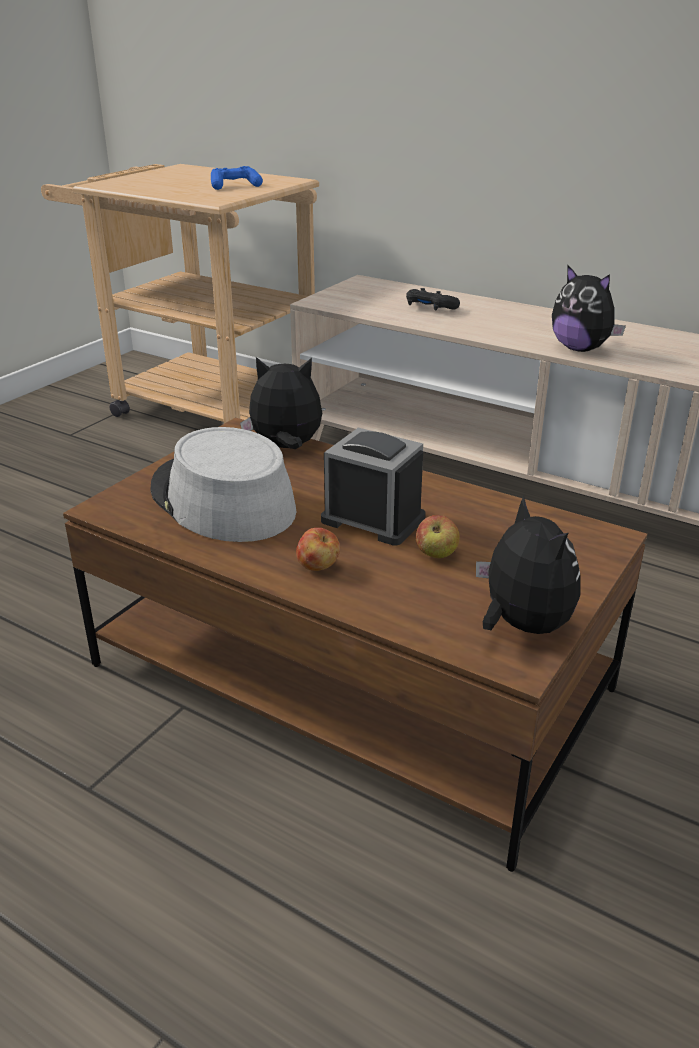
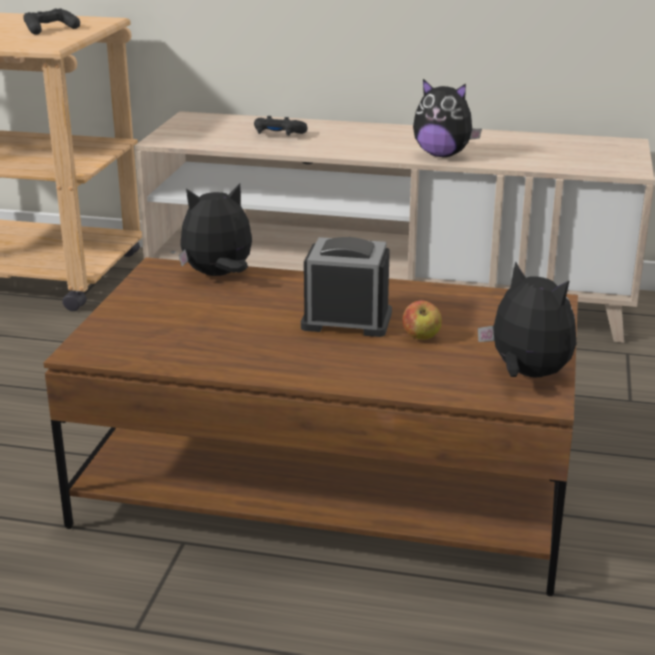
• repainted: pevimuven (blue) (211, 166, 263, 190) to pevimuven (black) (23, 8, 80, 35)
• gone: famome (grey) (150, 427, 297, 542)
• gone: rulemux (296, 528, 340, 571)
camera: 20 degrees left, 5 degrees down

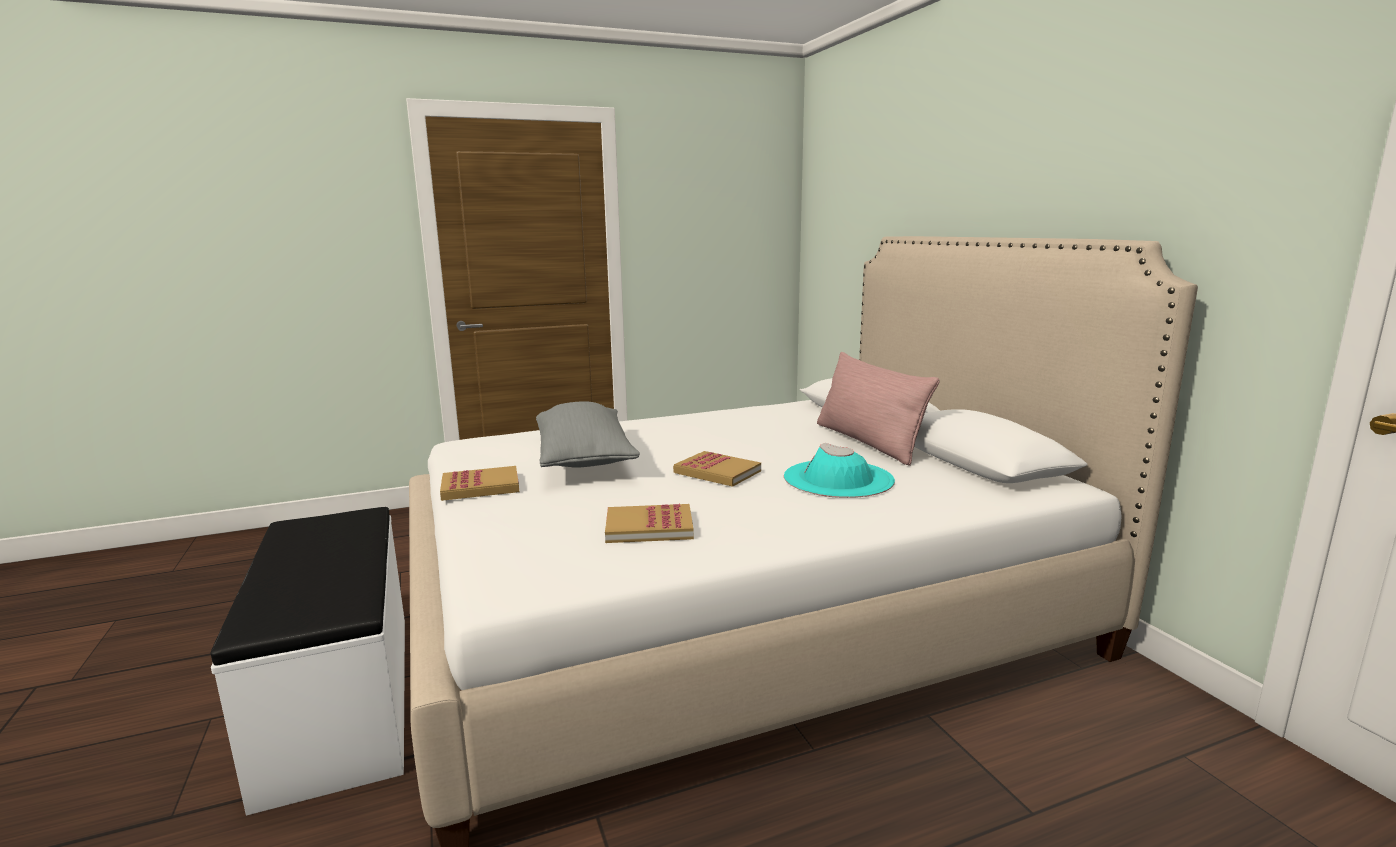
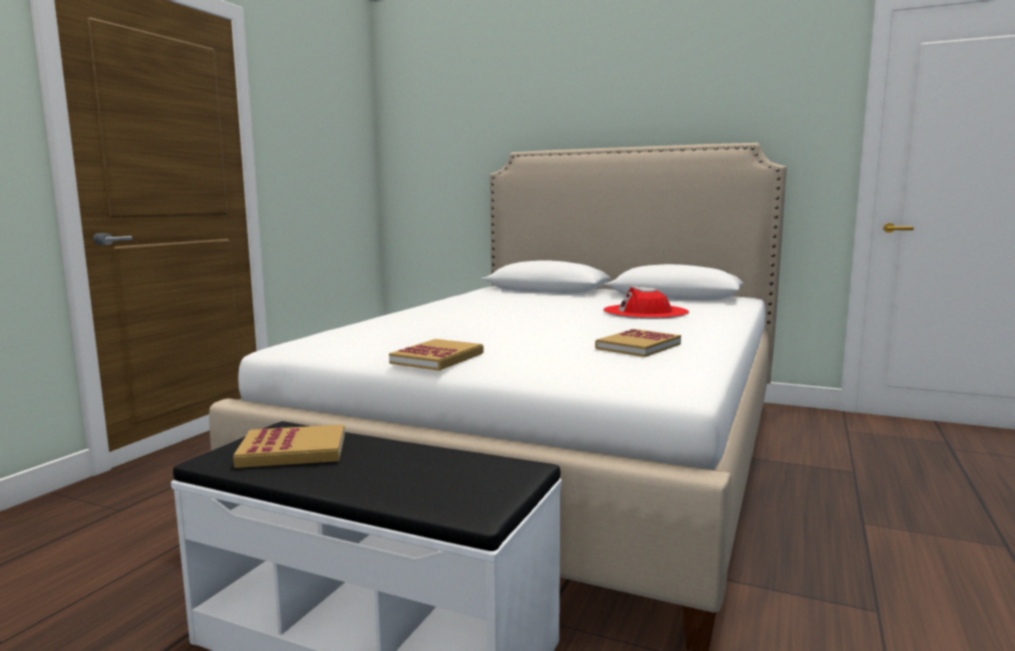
• gone: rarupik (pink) (817, 352, 940, 466)
• gone: rarupik (grey) (536, 401, 640, 468)
• repainted: famome (turquoise) (784, 443, 895, 498) to famome (red) (603, 286, 689, 319)
• shifted: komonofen (673, 451, 761, 487) to (233, 424, 345, 468)
camera: 45 degrees left, 5 degrees down

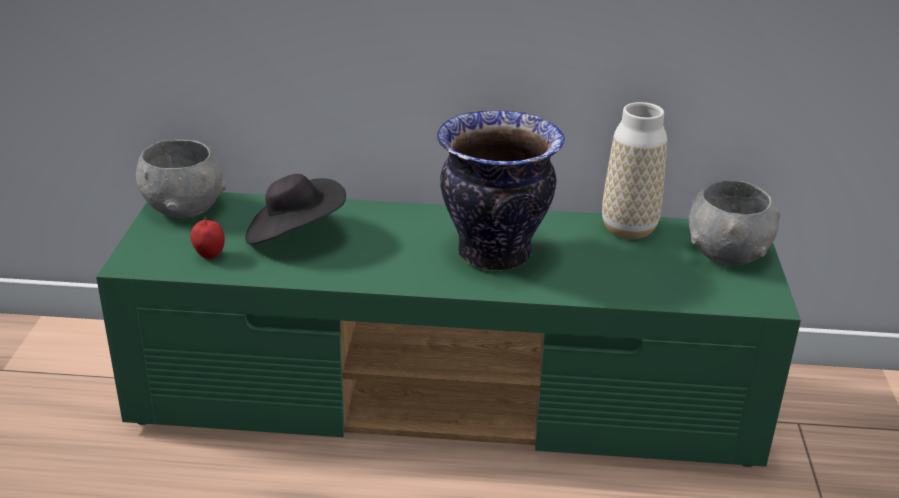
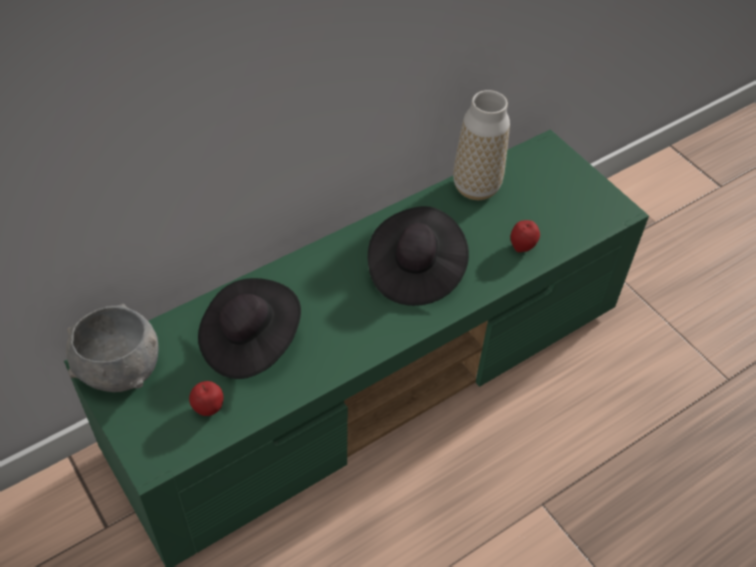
• swapped: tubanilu (437, 111, 565, 271) to famome (black) (368, 206, 469, 306)
• gone: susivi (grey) (689, 180, 780, 265)
• new: rulemux (510, 220, 540, 252)
camera: 40 degrees left, 20 degrees up

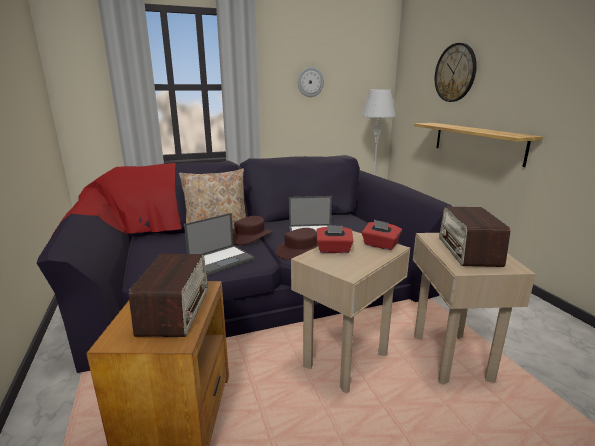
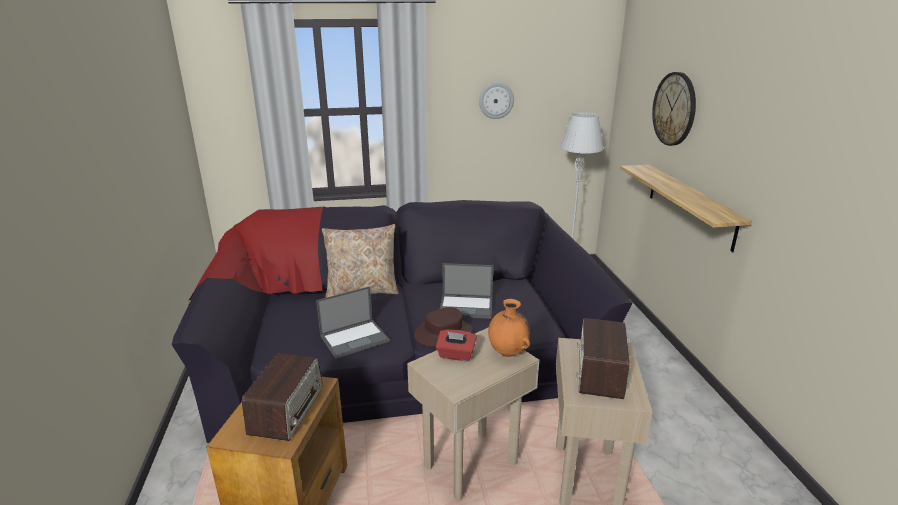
• gone: famome (brown) (233, 216, 272, 245)
• swapped: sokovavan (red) (362, 220, 402, 250) to tubanilu (orange) (488, 299, 530, 357)
camera: 10 degrees right, 5 degrees up

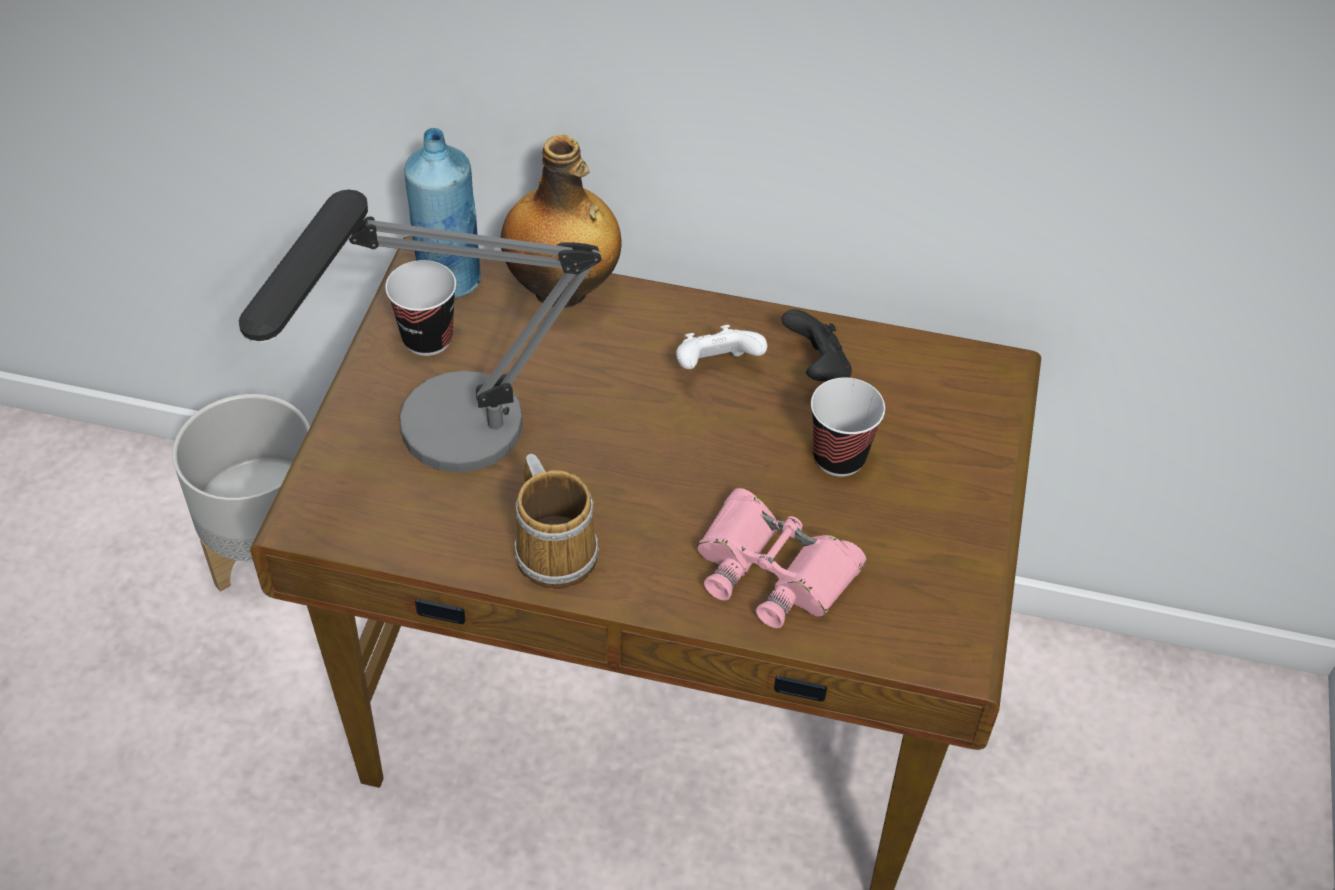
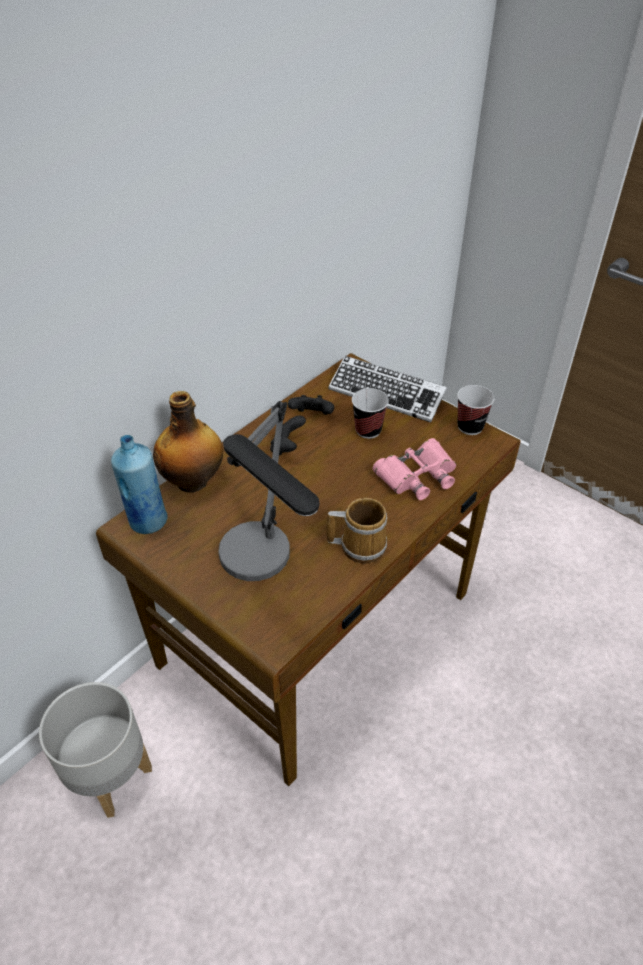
• shifted: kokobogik (385, 260, 456, 356) to (457, 385, 495, 435)
• repainted: pevimuven (white) (676, 325, 767, 369) to pevimuven (black) (270, 416, 306, 455)
• new: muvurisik (329, 356, 447, 423)
camera: 60 degrees left, 5 degrees down

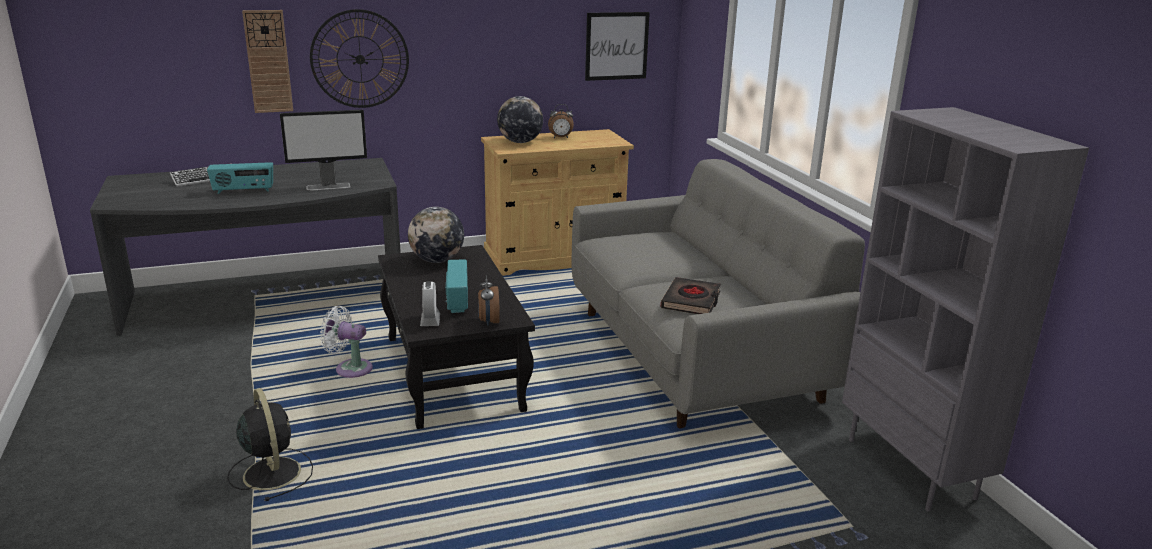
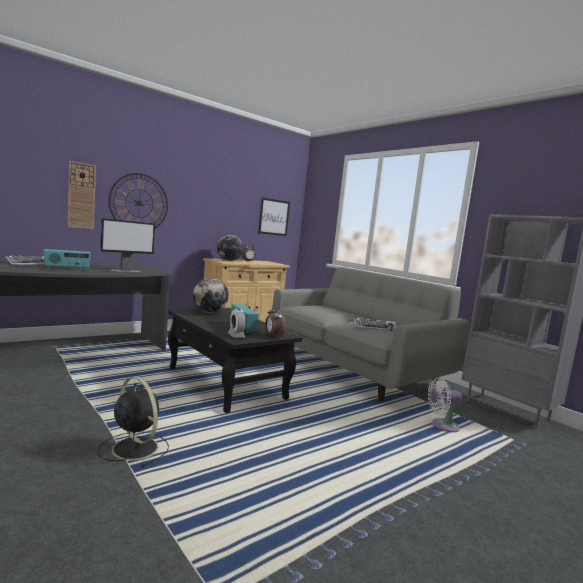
• swapped: komonofen (black) (661, 277, 721, 314) to muvurisik (354, 318, 396, 331)
• shifted: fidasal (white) (320, 306, 373, 378) to (428, 378, 462, 432)
camera: 20 degrees left, 15 degrees down

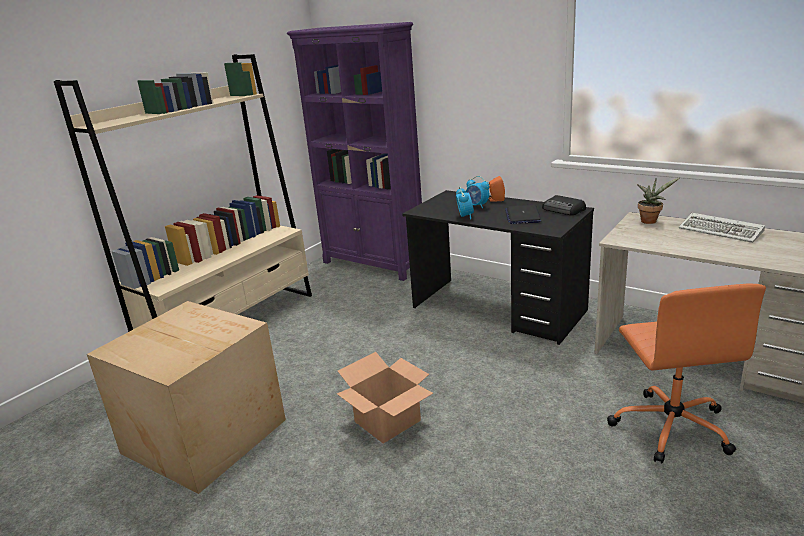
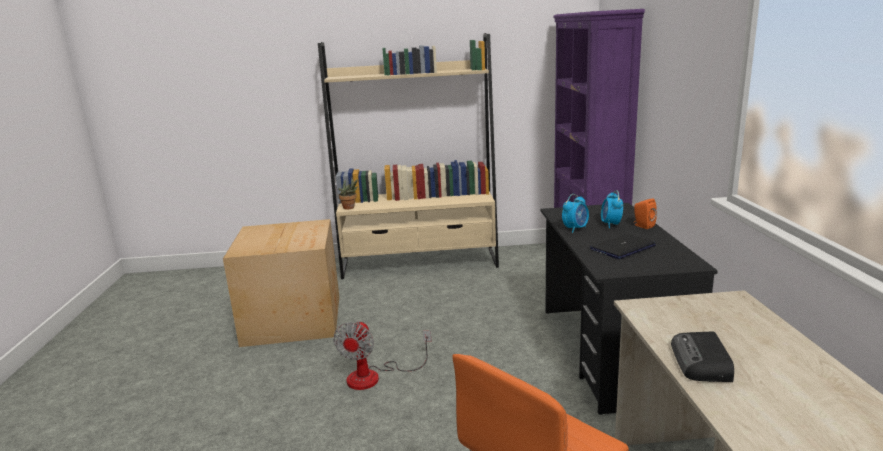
• shifted: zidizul (637, 178, 679, 224) to (338, 177, 358, 210)
• shifted: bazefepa (542, 195, 586, 215) to (671, 331, 734, 382)
• gone: muvurisik (679, 213, 765, 243)
• swapped: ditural (337, 352, 433, 444) to fidasal (333, 320, 431, 390)
camera: 50 degrees right, 5 degrees down

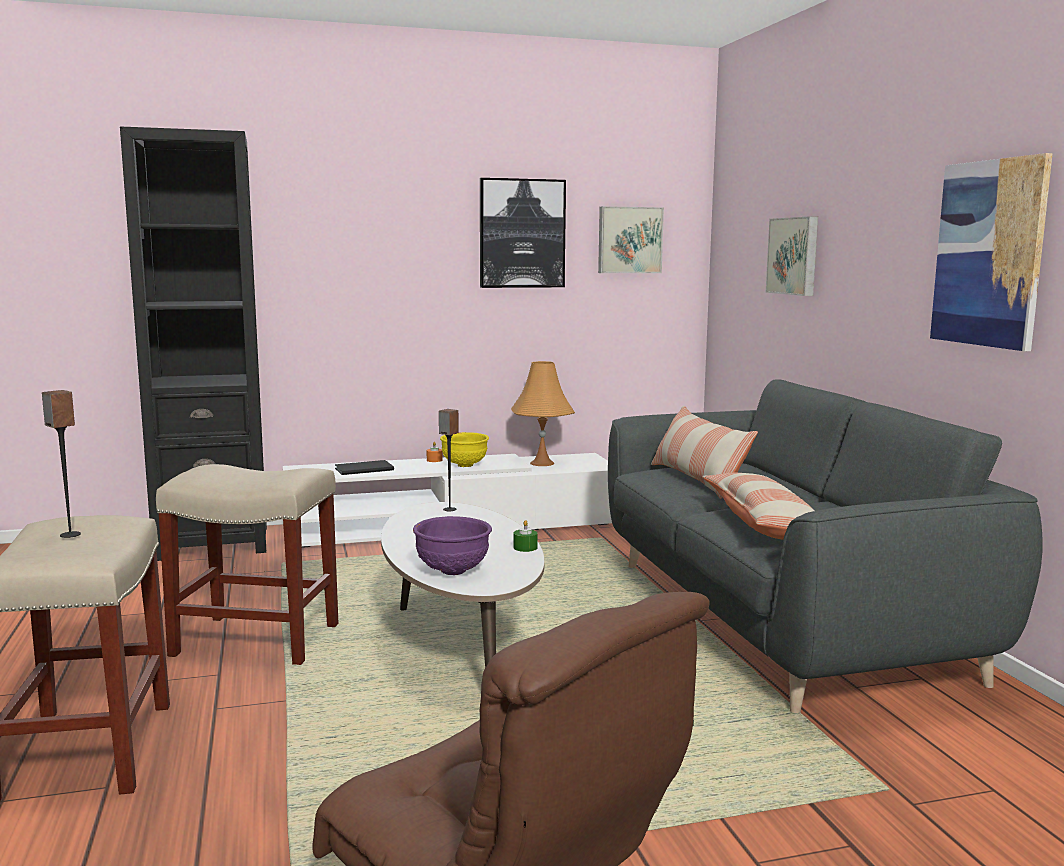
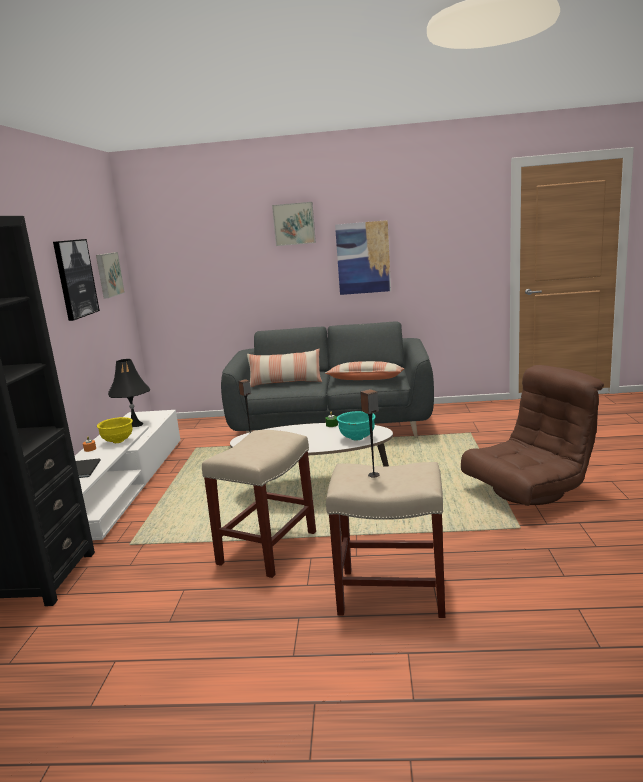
• shifted: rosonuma (766, 216, 818, 296) to (272, 202, 316, 246)
• repainted: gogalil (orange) (511, 361, 575, 466) to gogalil (black) (108, 359, 150, 427)
• repainted: susivi (purple) (413, 516, 492, 575) to susivi (turquoise) (337, 411, 375, 441)
camera: 70 degrees left, 5 degrees up

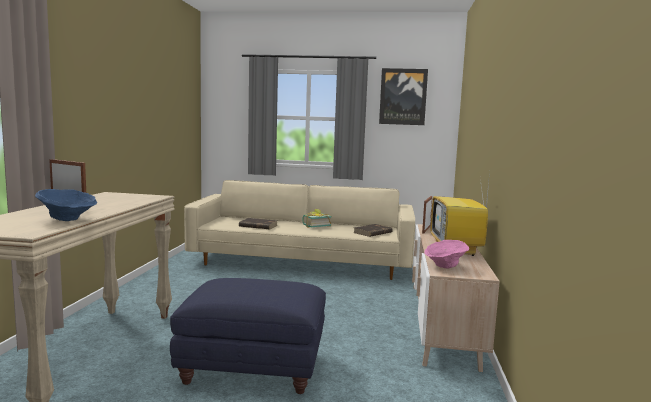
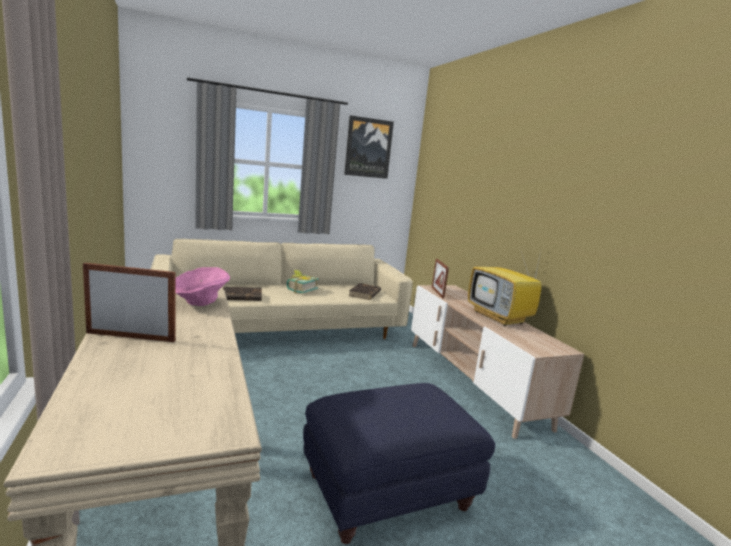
• gone: susivi (blue) (35, 189, 97, 221)
• shifted: susivi (pink) (424, 240, 469, 268) to (176, 267, 230, 306)
camera: 30 degrees left, 5 degrees up

